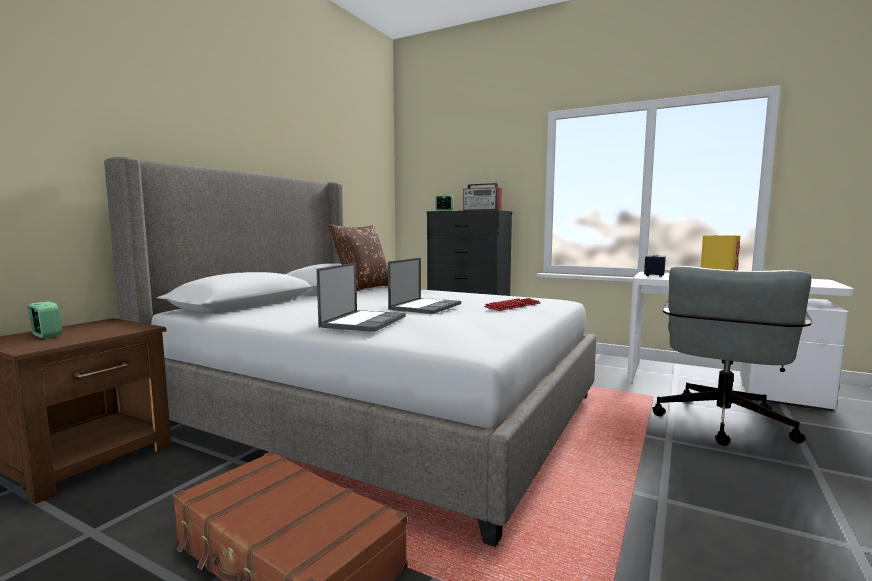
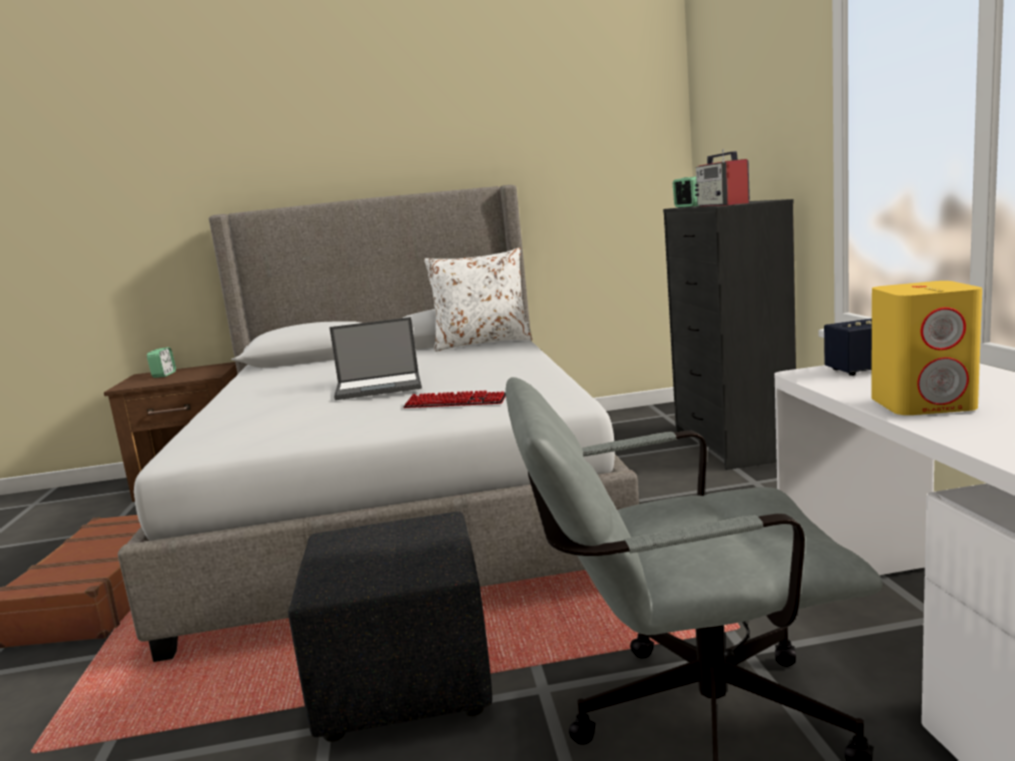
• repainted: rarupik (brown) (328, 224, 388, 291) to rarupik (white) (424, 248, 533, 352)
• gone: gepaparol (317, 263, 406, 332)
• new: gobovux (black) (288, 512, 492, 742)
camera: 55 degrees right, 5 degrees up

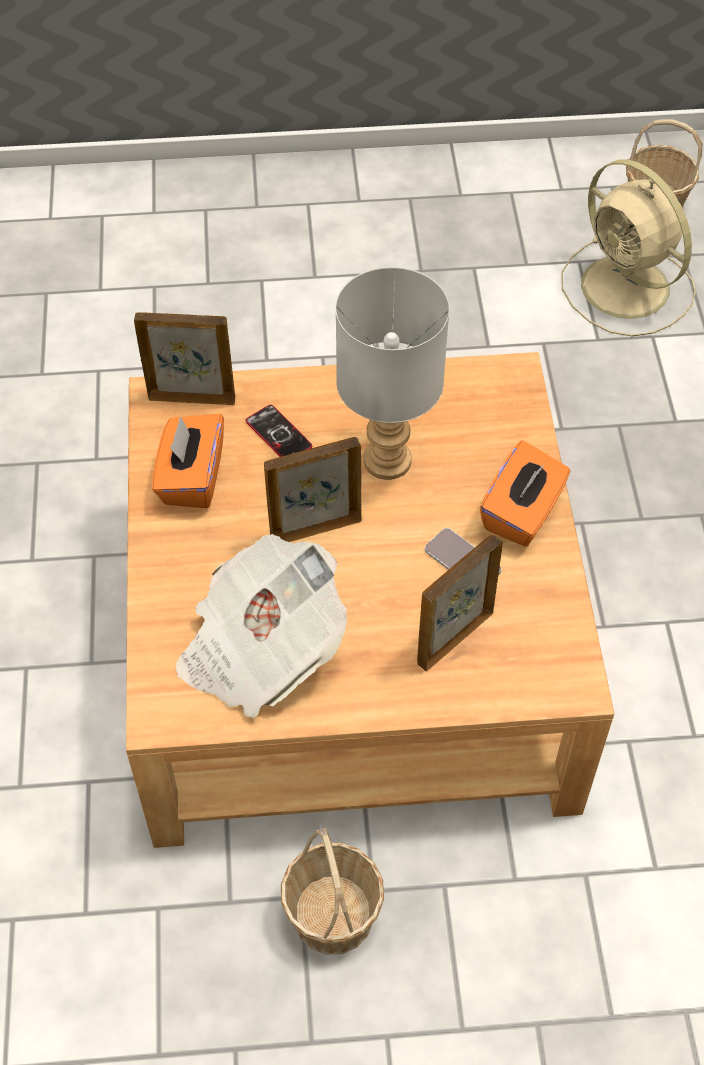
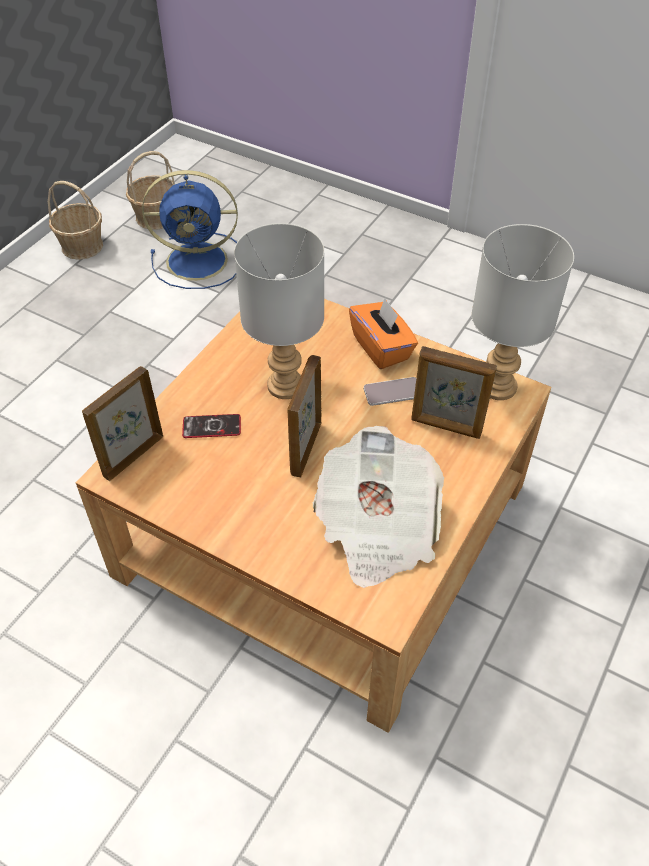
• repainted: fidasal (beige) (561, 160, 696, 336) to fidasal (blue) (142, 170, 238, 289)
• gone: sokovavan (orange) (152, 414, 224, 508)
• rotated: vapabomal (417, 535, 503, 672) = (411, 346, 497, 439) 60 degrees counterclockwise
• shifted: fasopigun (281, 828, 384, 955) to (48, 181, 103, 260)
• new: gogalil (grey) (472, 224, 574, 400)
camera: 55 degrees left, 5 degrees down

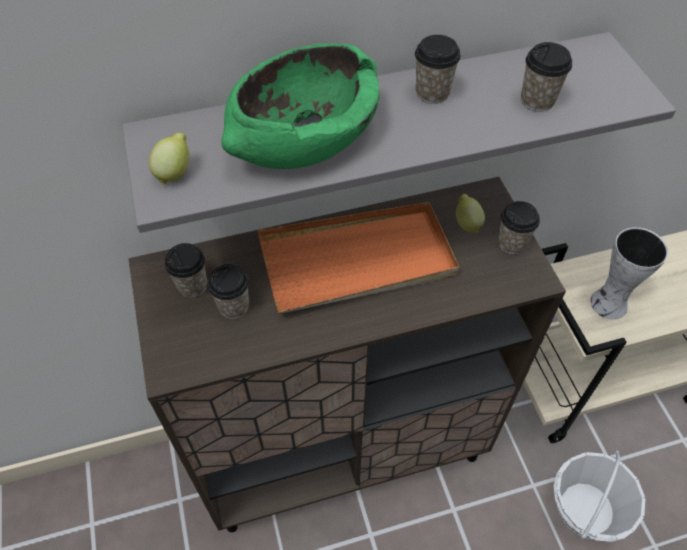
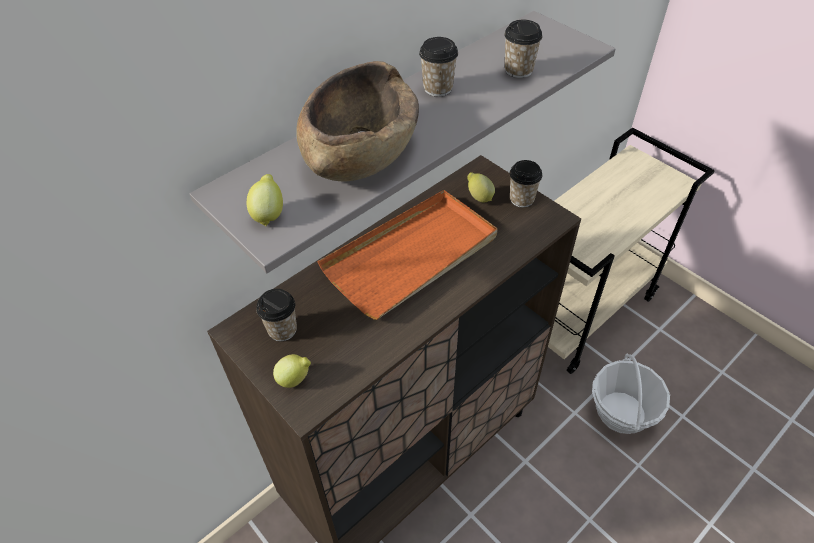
• repainted: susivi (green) (222, 43, 380, 169) to susivi (brown) (296, 61, 419, 182)
• gone: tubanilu (591, 227, 668, 319)
• gone: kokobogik (207, 264, 249, 319)
• new: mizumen (273, 354, 311, 388)
camera: 25 degrees left, 5 degrees down

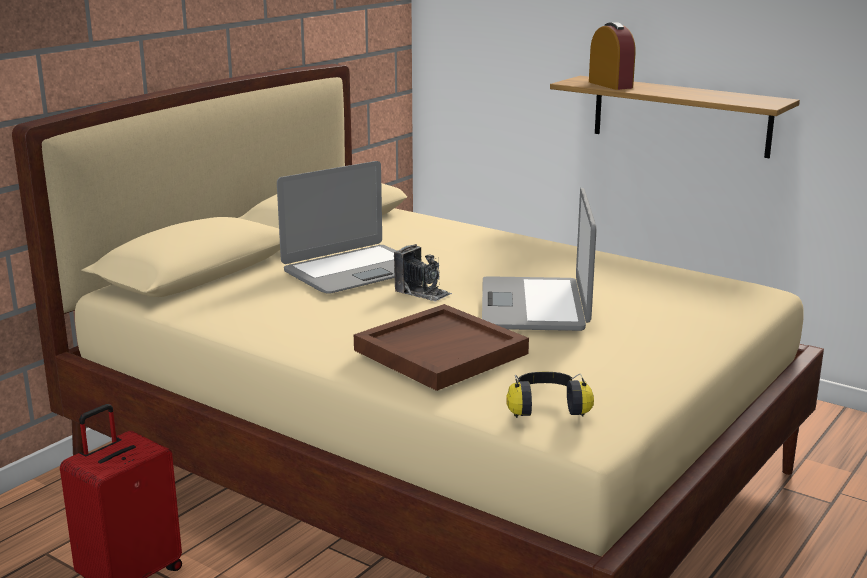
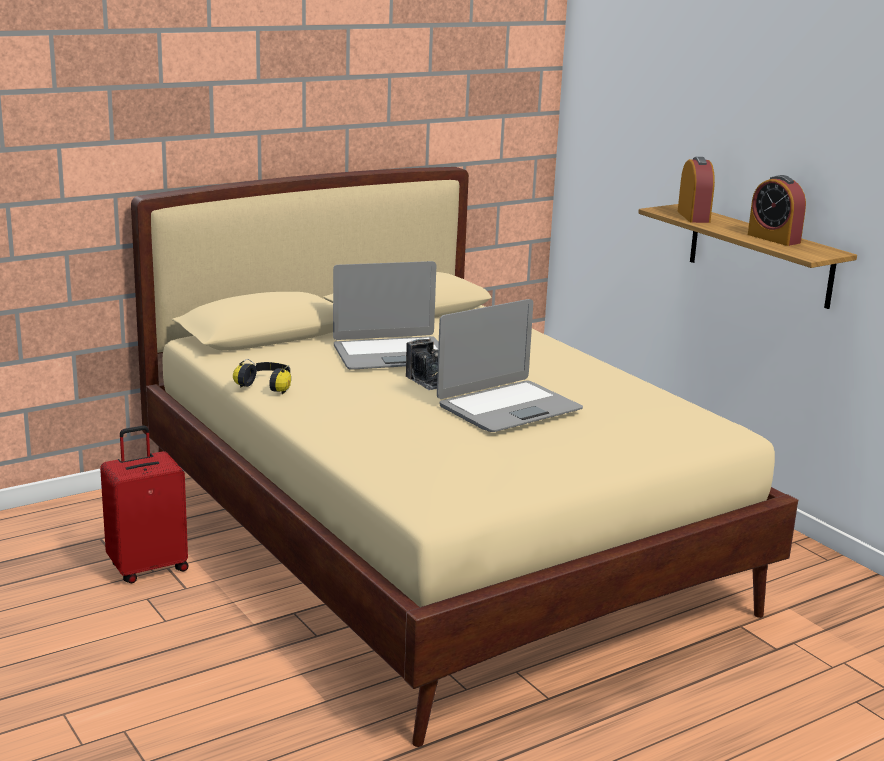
• rotated: gepaparol (482, 188, 597, 331) = (437, 299, 583, 432) 150 degrees counterclockwise
• gone: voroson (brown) (354, 304, 529, 391)
• shifted: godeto (506, 372, 594, 418) to (233, 359, 291, 394)
• new: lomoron (748, 175, 806, 246)
camera: 20 degrees right, 0 degrees up

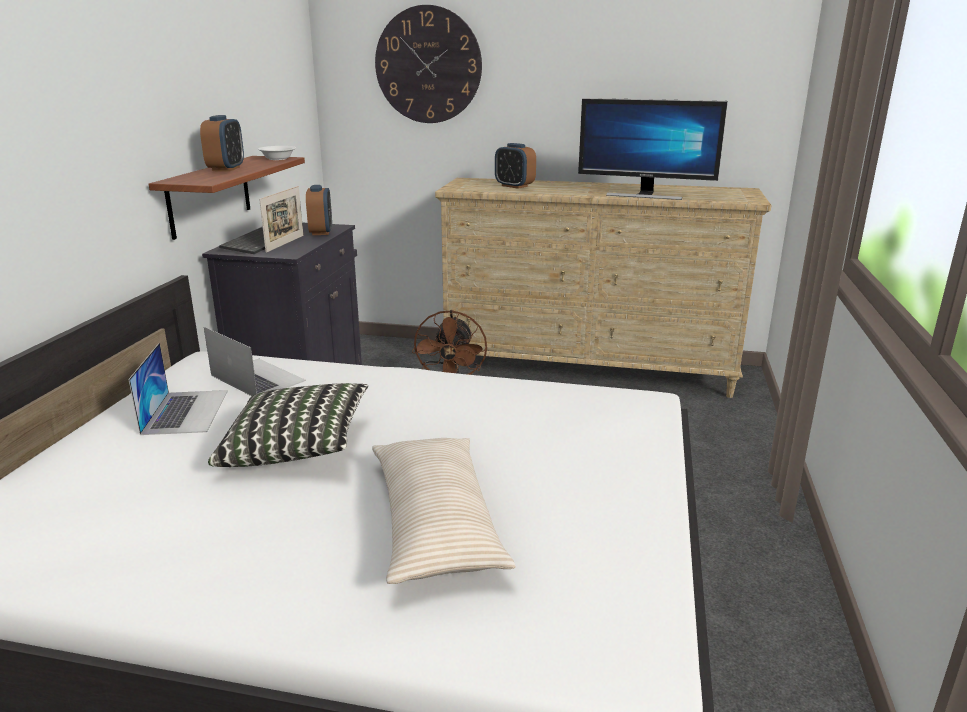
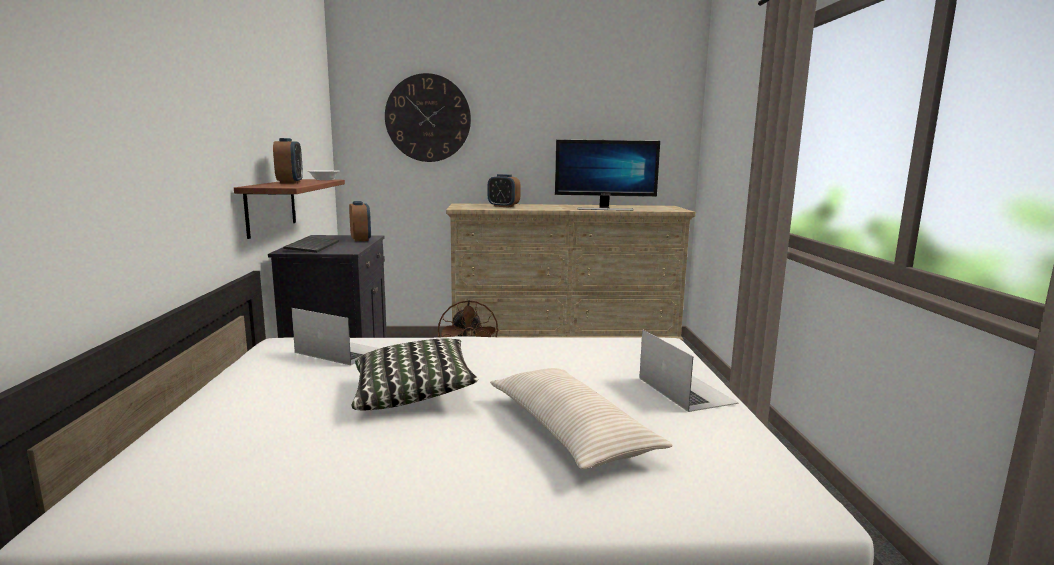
• gone: vapabomal (259, 186, 303, 253)
• shifted: gepaparol (128, 343, 228, 435) to (639, 329, 739, 412)
camera: 15 degrees left, 10 degrees down

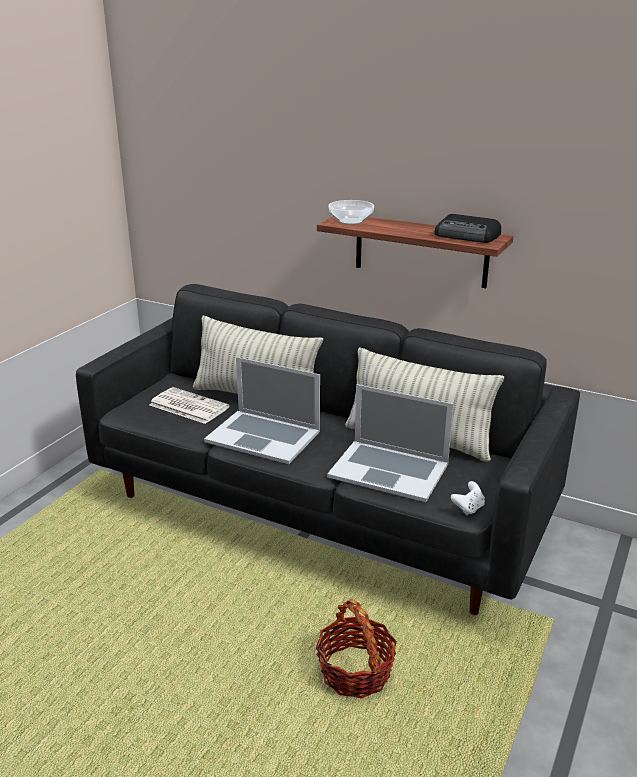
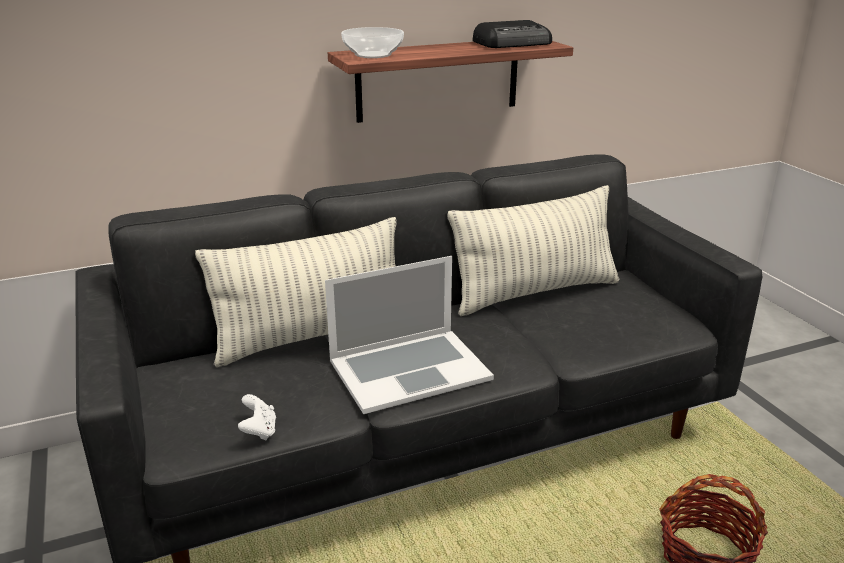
• gone: gepaparol (327, 384, 453, 502)
• gone: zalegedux (149, 387, 230, 424)
• shifted: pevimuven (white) (451, 481, 485, 515) to (238, 394, 276, 440)
camera: 50 degrees left, 0 degrees up

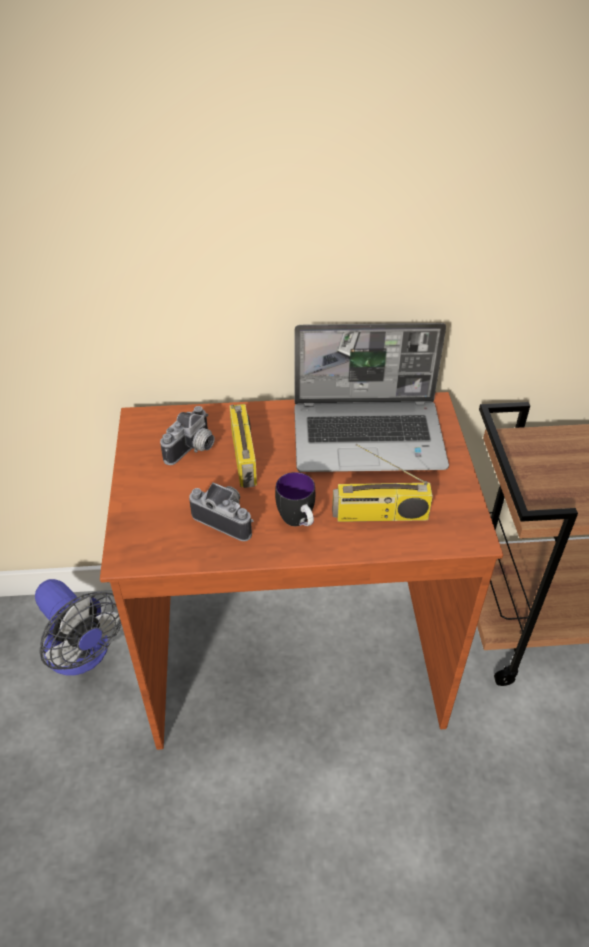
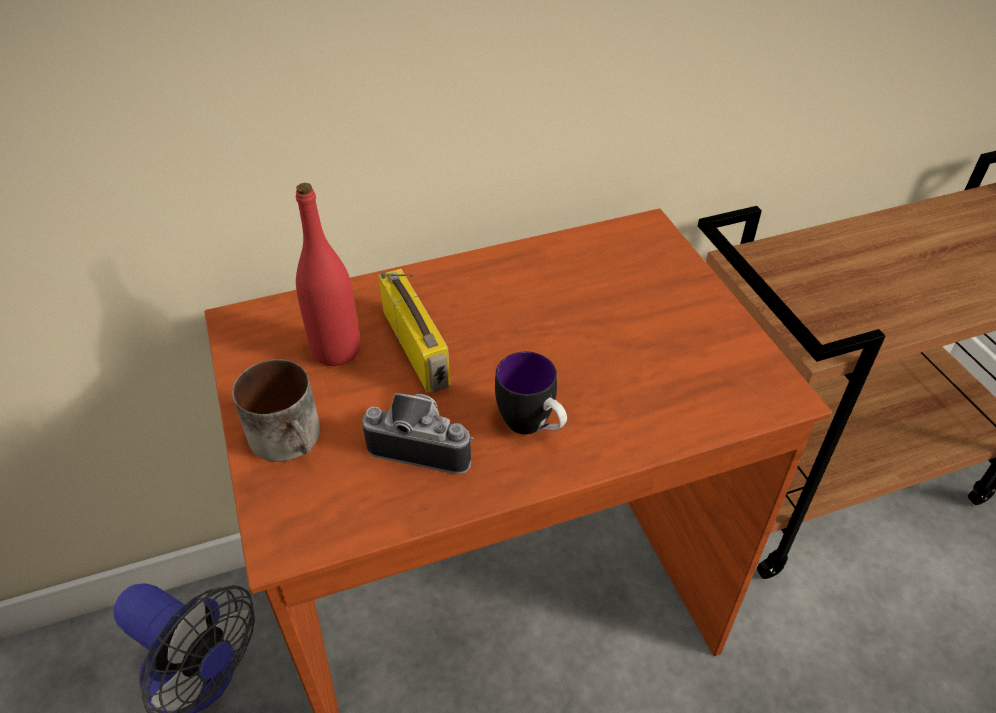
• gone: gepaparol (294, 323, 449, 472)
• swapped: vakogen (160, 406, 215, 465) to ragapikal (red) (296, 183, 360, 366)
• gone: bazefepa (332, 444, 433, 522)
• new: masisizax (232, 359, 320, 462)
camera: 15 degrees left, 0 degrees up

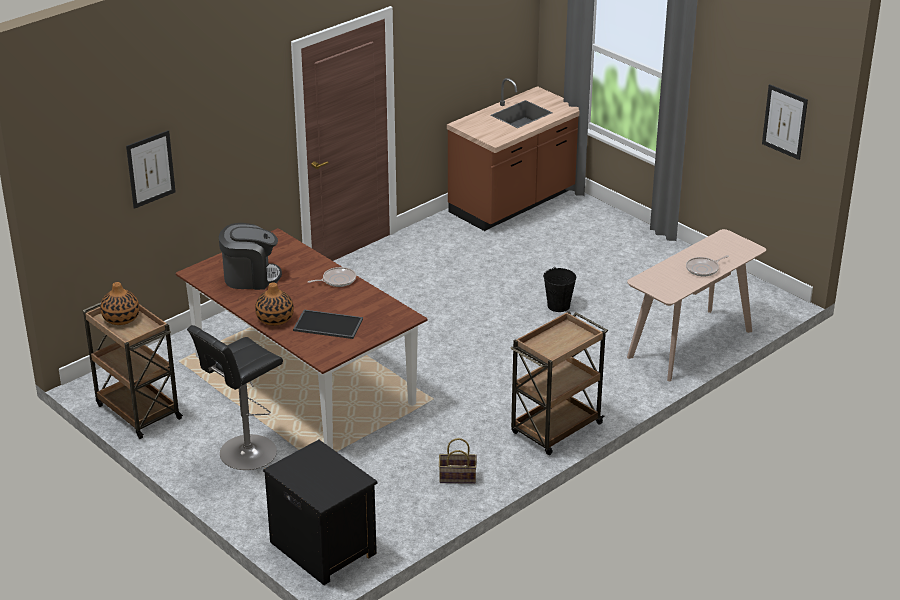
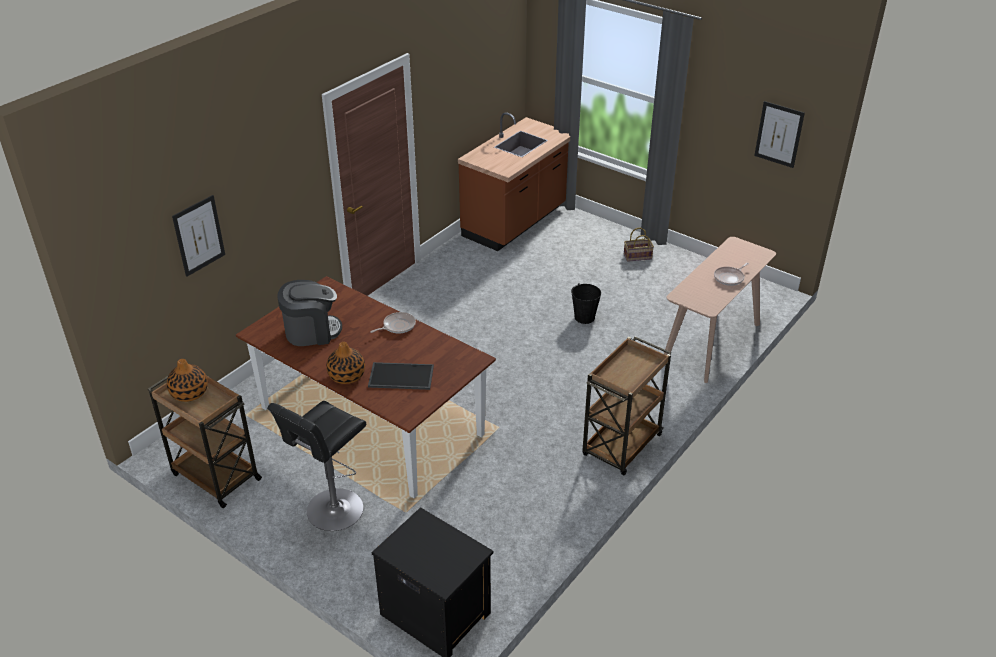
• shifted: fasopigun (439, 438, 477, 484) to (624, 227, 654, 262)
camera: 10 degrees left, 5 degrees up

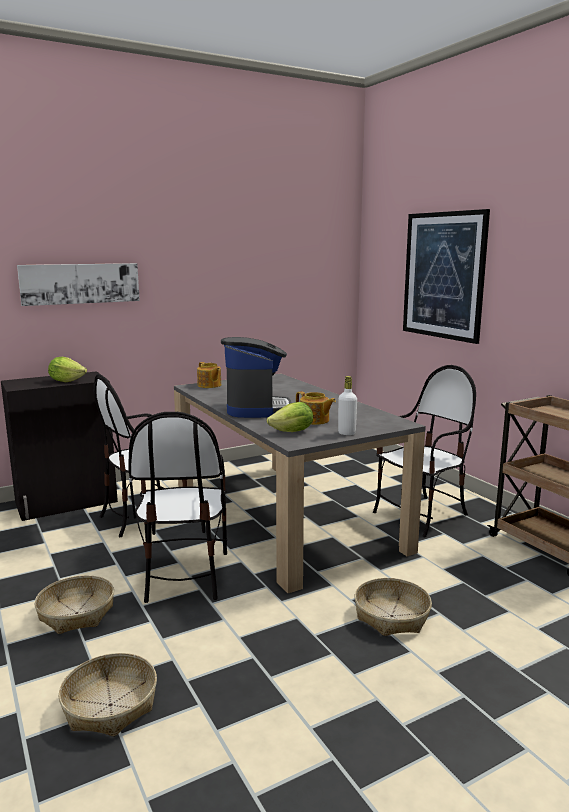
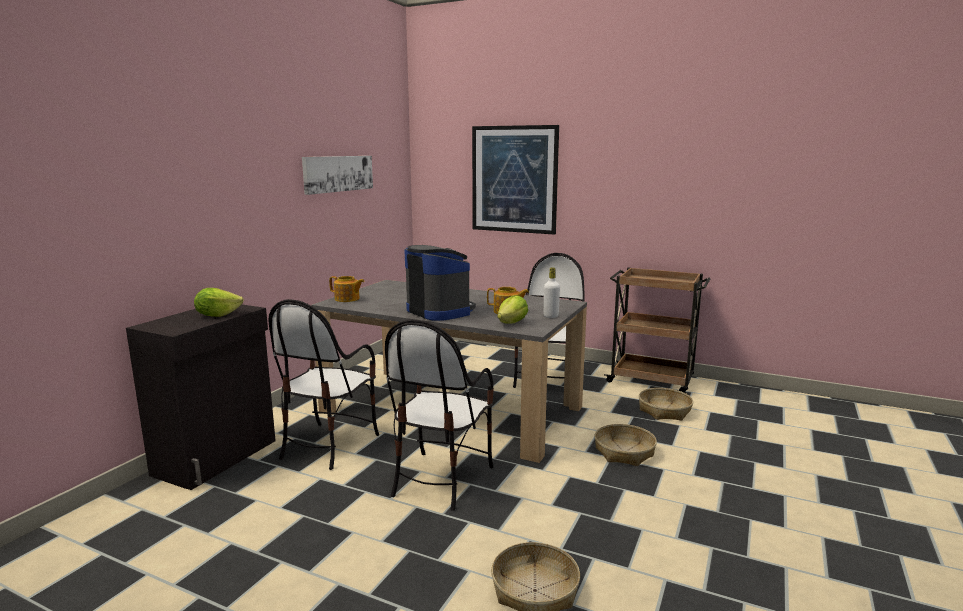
• shifted: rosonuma (17, 263, 140, 306) to (302, 156, 373, 195)
• rotated: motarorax (128, 412, 227, 603) = (385, 319, 494, 511) 60 degrees clockwise
• shifted: fasopigun (35, 575, 114, 634) to (639, 388, 693, 421)
camera: 35 degrees left, 0 degrees up

